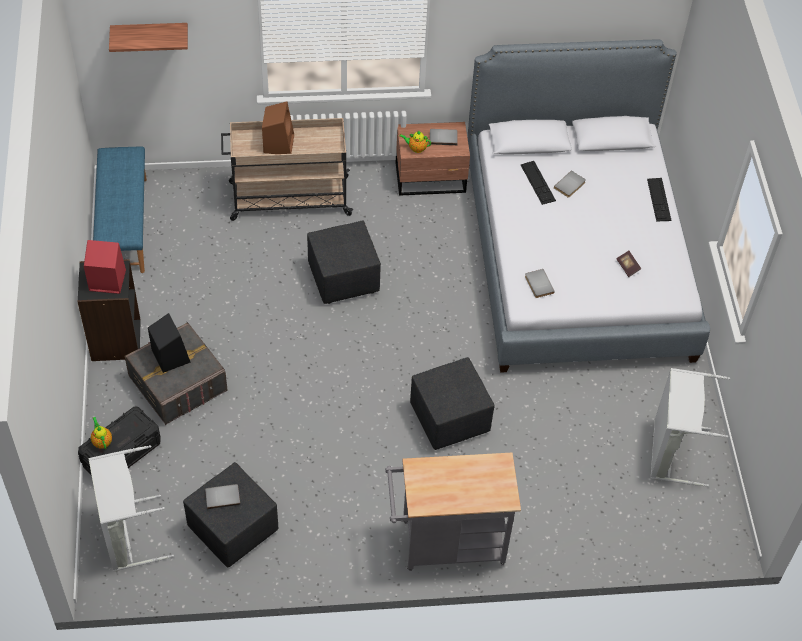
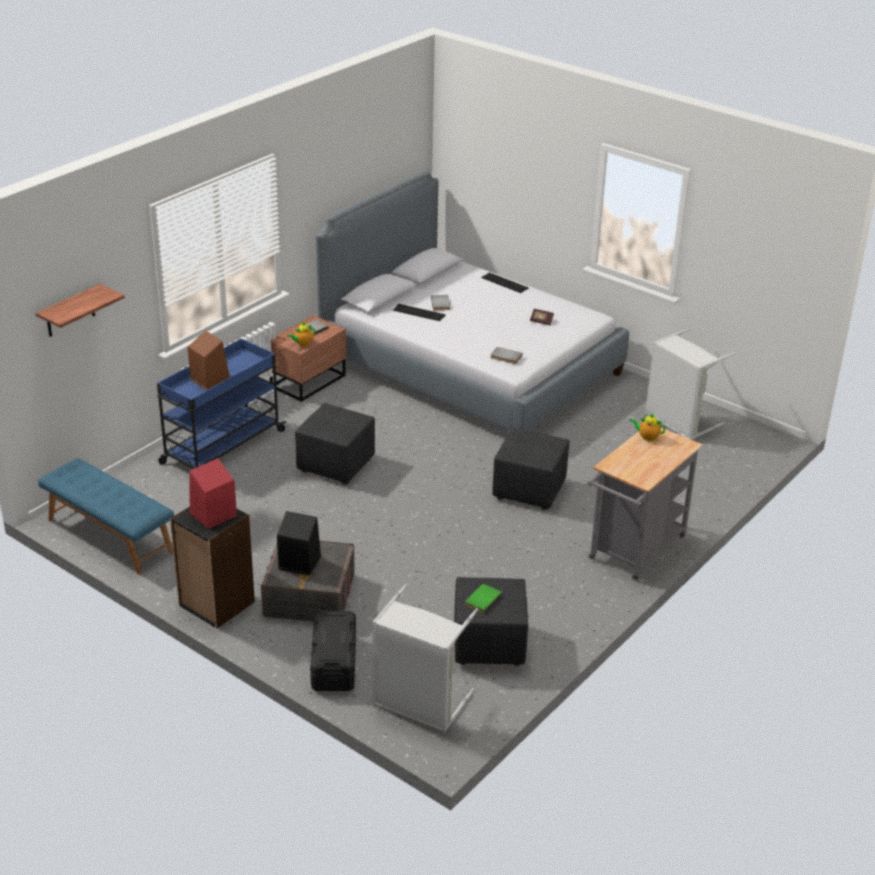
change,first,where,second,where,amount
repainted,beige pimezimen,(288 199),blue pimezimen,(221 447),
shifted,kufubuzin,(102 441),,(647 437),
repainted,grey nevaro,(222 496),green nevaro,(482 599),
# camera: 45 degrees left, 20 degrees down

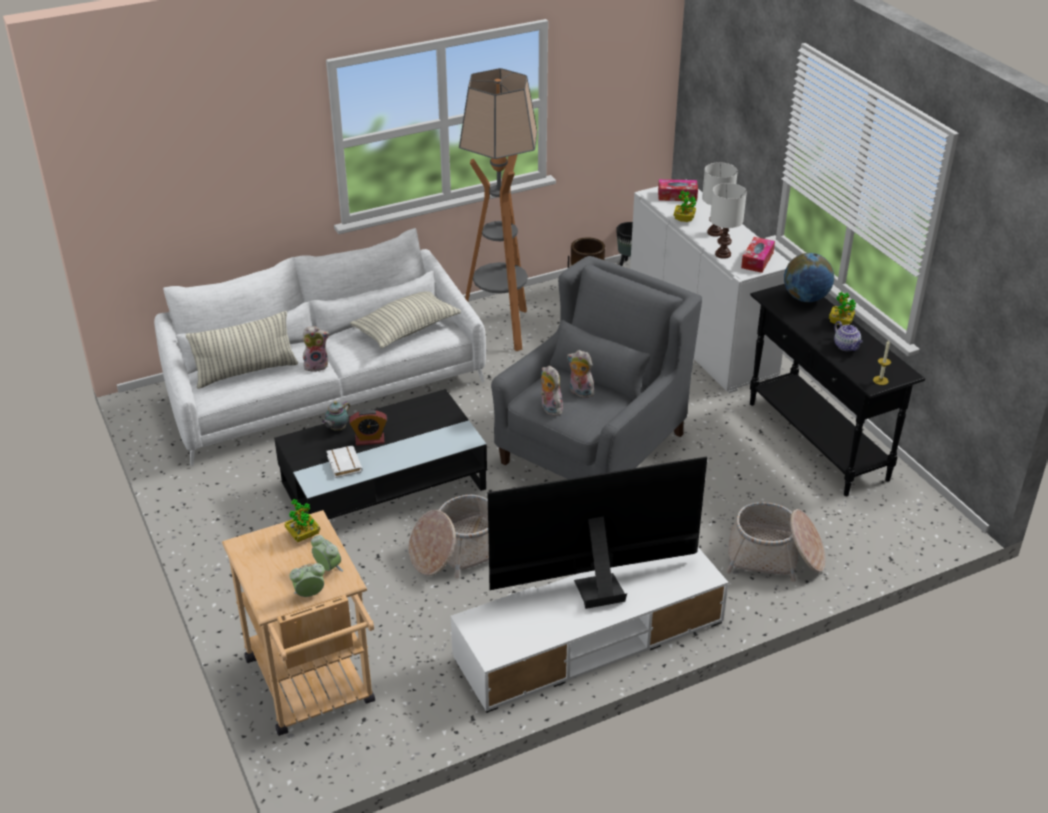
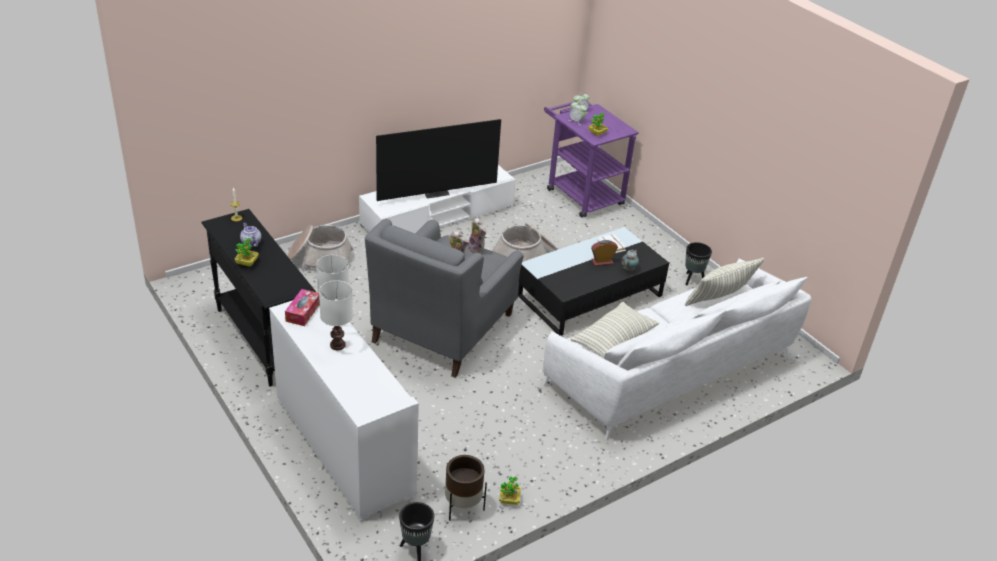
change,first,where,second,where,amount
gone,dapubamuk,(500 329),,,
gone,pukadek,(677 196),,,
shifted,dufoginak,(684 219),,(509 500),
gone,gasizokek,(805 298),,,
gone,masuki,(316 365),,,
repainted,beige pimezimen,(314 689),purple pimezimen,(580 193),
new,,,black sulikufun,(692 280),
# camera: 170 degrees right, 0 degrees up

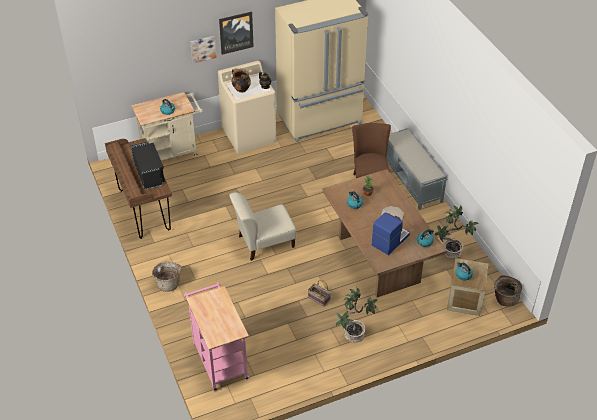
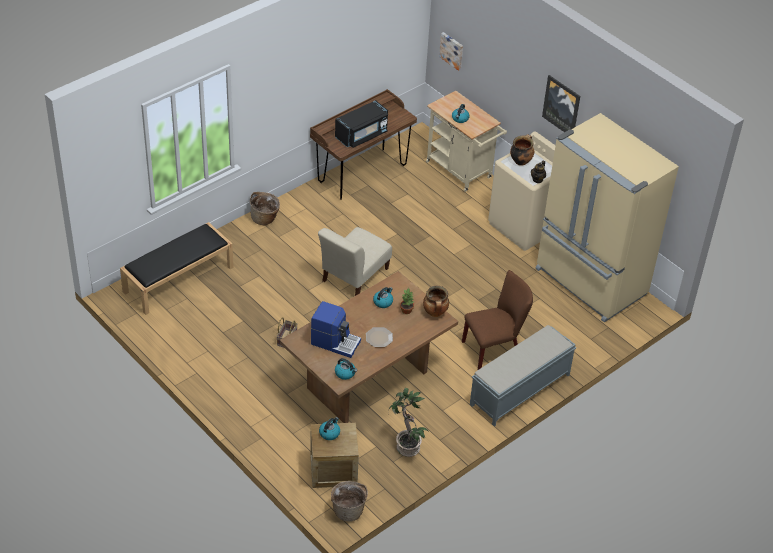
change,first,where,second,where,amount
shifted,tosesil,(203 48),,(452 50),
rotated,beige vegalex,(264 242),,(353 277),105 degrees counterclockwise
swapped,pink pimezimen,(219 359),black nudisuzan,(179 279),
gone,dufoginak,(354 335),,,
new,,,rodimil,(435 313),
# camera: 70 degrees right, 0 degrees up

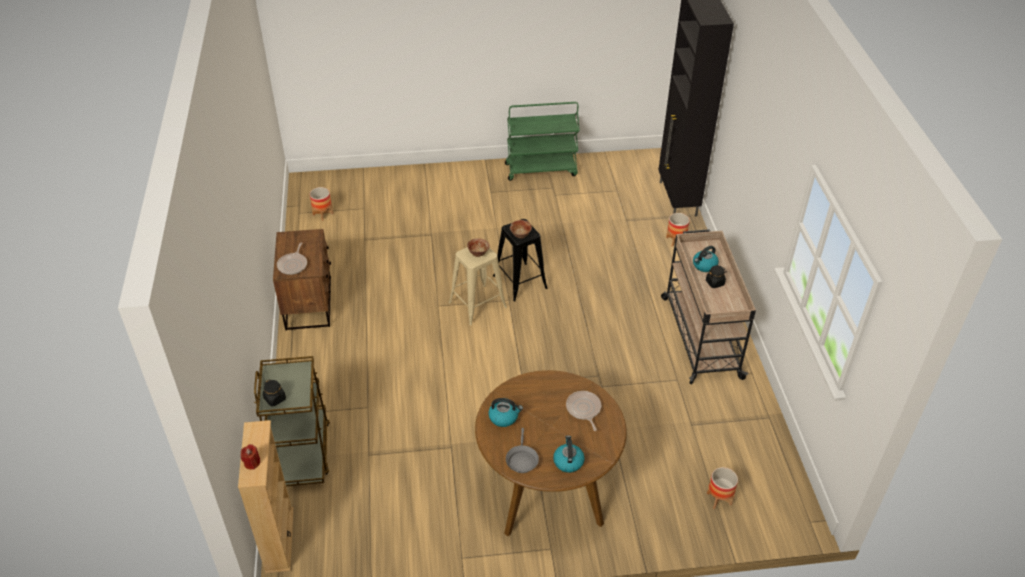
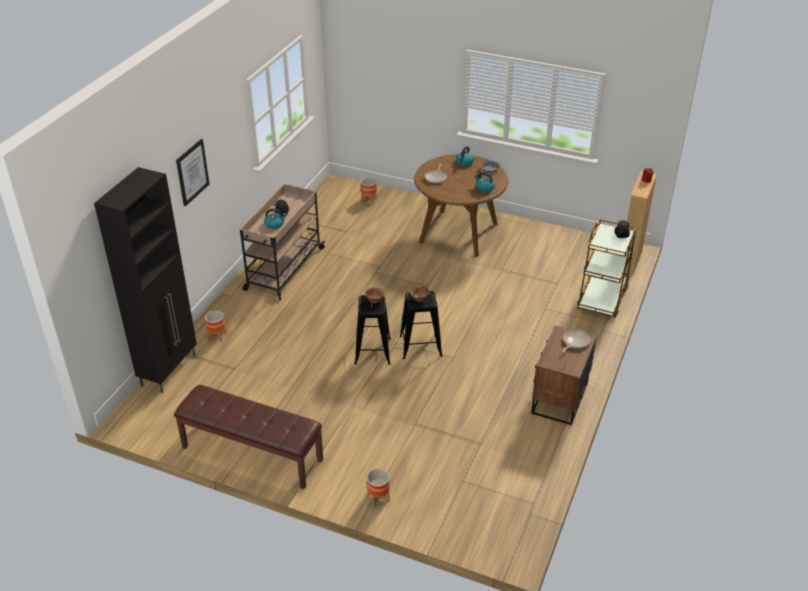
change,first,where,second,where,amount
swapped,green pimezimen,(541 169),brown nudisuzan,(251 454),
shifted,sulikufun,(323 214),,(378 498),
repainted,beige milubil,(477 305),black milubil,(420 346),
new,,,tosesil,(192 172),
# camera: 150 degrees left, 5 degrees down

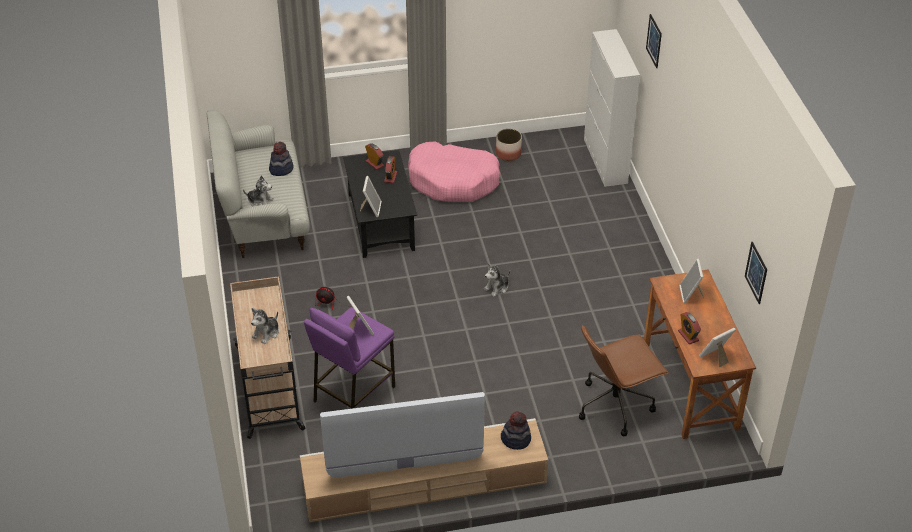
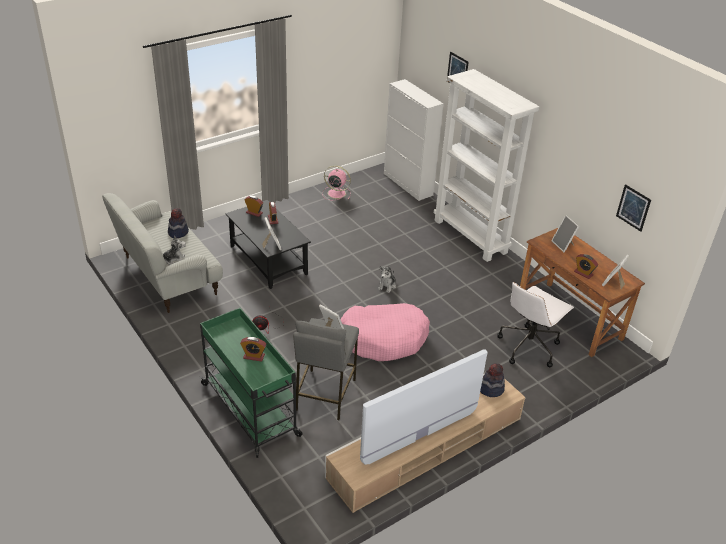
change,first,where,second,where,amount
swapped,sulikufun,(508 154),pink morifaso,(335 193),
shifted,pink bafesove,(453 181),,(384 338),
repainted,beige pimezimen,(269 388),green pimezimen,(251 410),
repainted,purple milubil,(353 393),grey milubil,(324 394),
swapped,masuki,(266 333),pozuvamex,(254 356),
repainted,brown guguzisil,(616 405),white guguzisil,(528 346),
new,,,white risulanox,(471 236),
# camera: 25 degrees left, 5 degrees down

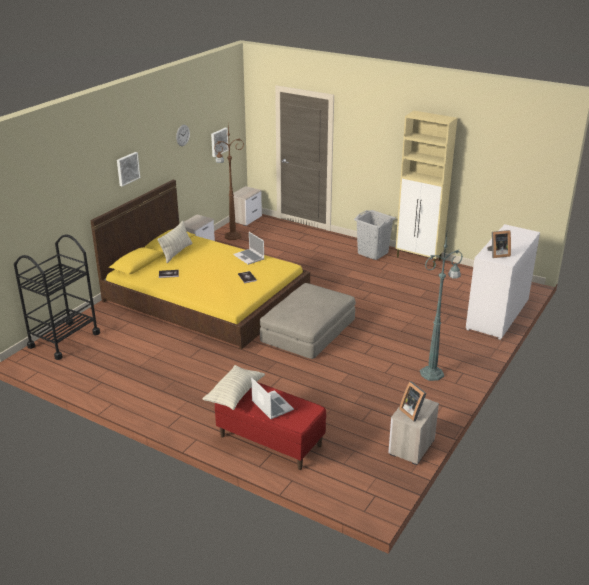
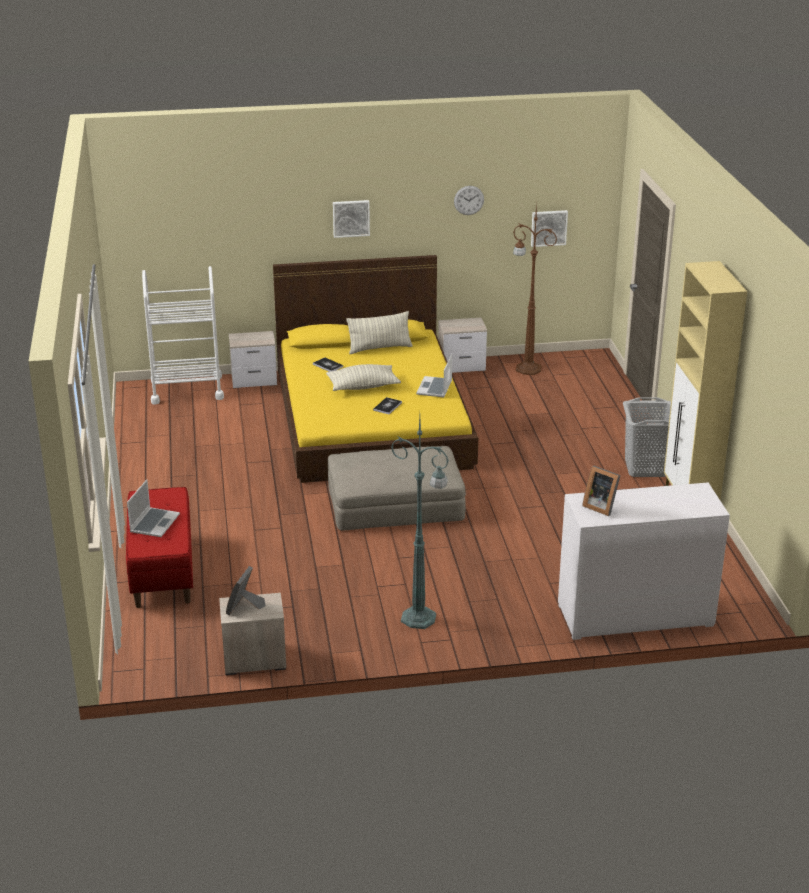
change,first,where,second,where,amount
shifted,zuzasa,(246 219),,(255 380),
repainted,black pimezimen,(64 340),white pimezimen,(187 389),
shifted,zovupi,(234 394),,(363 386),
# camera: 50 degrees right, 0 degrees up

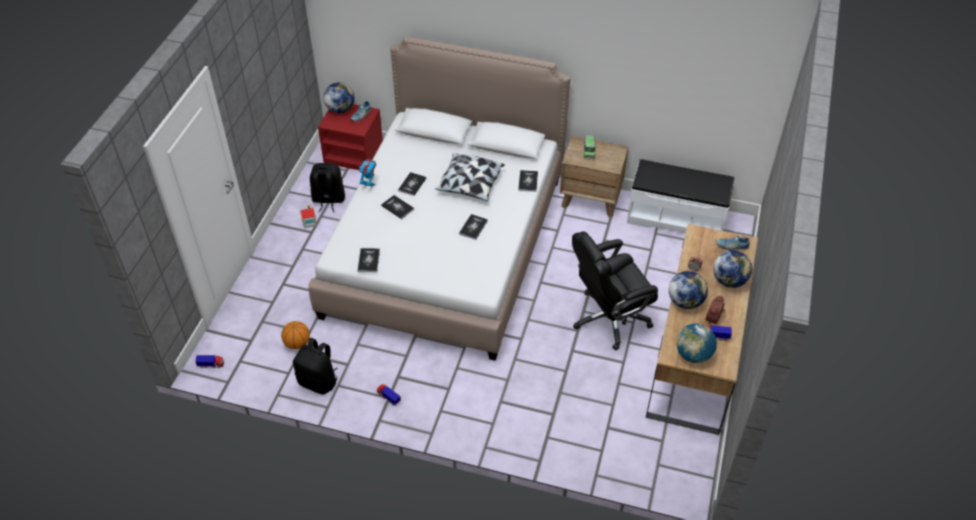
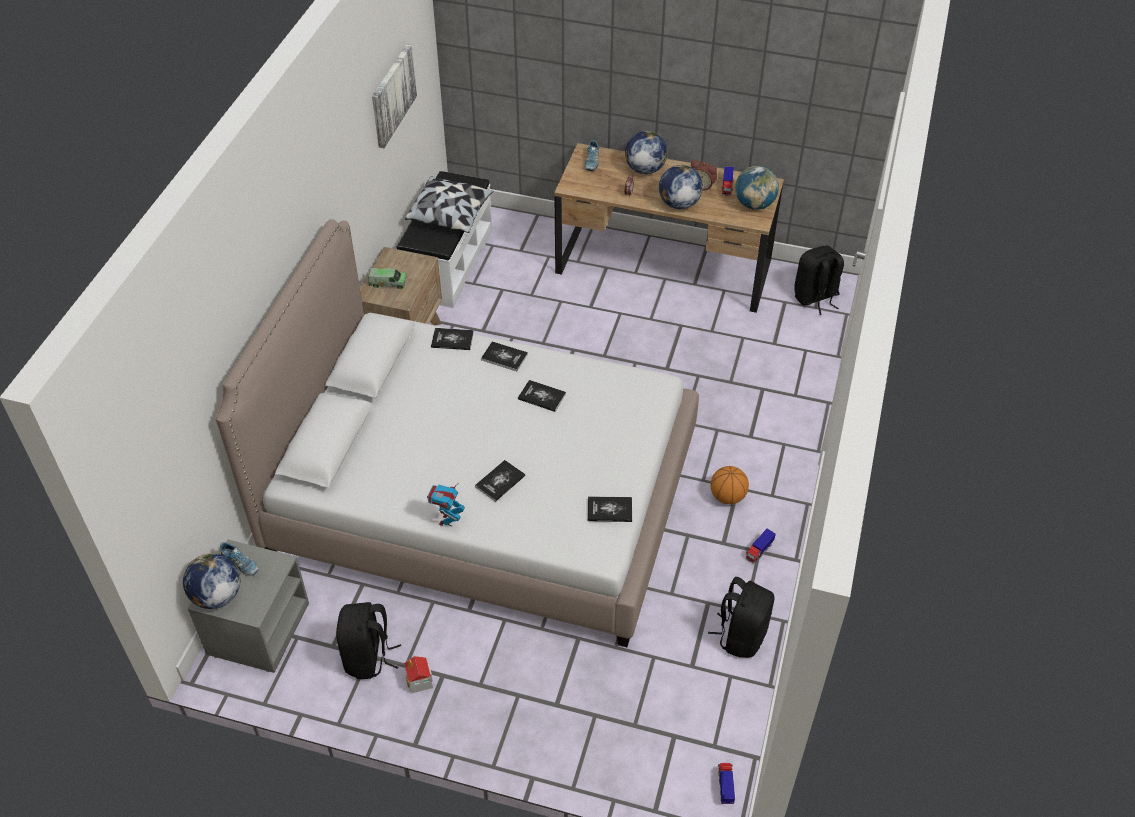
change,first,where,second,where,amount
repainted,red zuzasa,(354 154),grey zuzasa,(258 628),
shifted,zovupi,(470 184),,(450 215),
shifted,nevaro,(412 184),,(504 357),
gone,black guguzisil,(609 318),,,
shifted,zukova,(297 343),,(727 496),
new,,,tosesil,(392 95),
new,,,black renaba,(815 297),
# camera: 90 degrees left, 0 degrees up

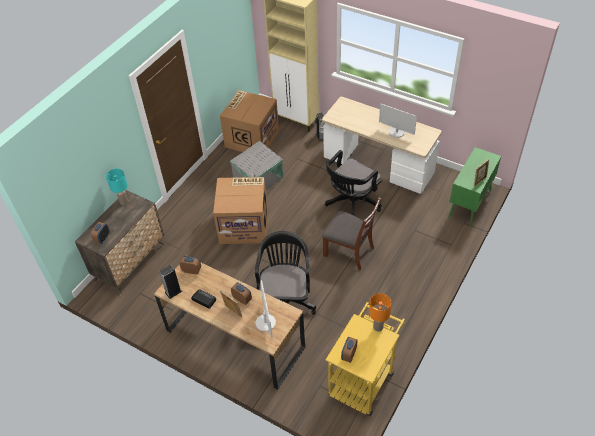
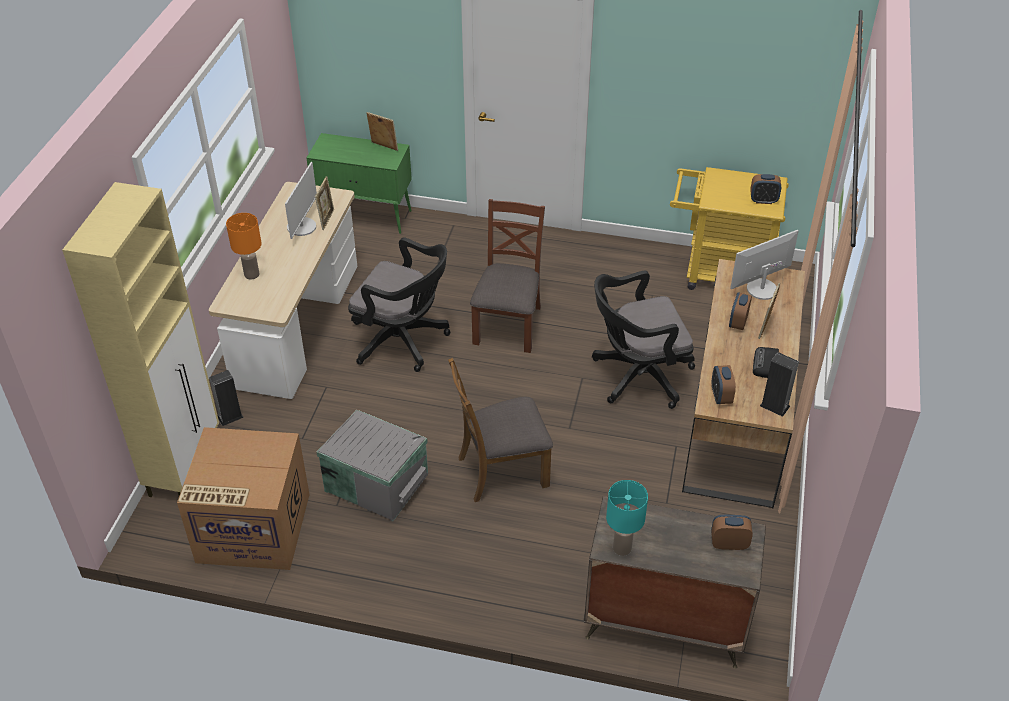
change,first,where,second,where,amount
swapped,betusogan,(244 225),brown vegalex,(501 471),
shifted,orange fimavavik,(378 327),,(251 274),
new,,,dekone,(327 219),
# camera: 110 degrees left, 5 degrees down

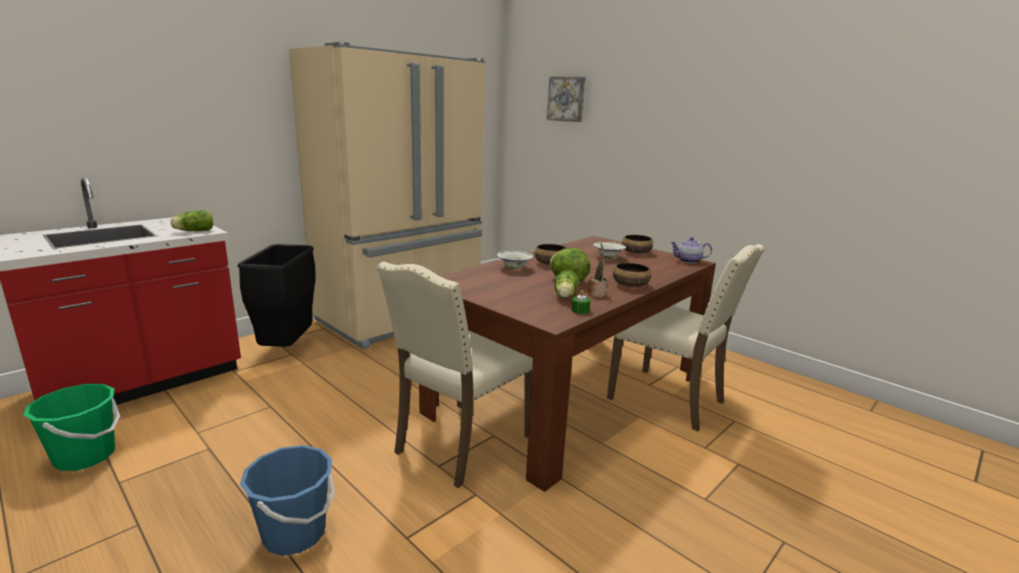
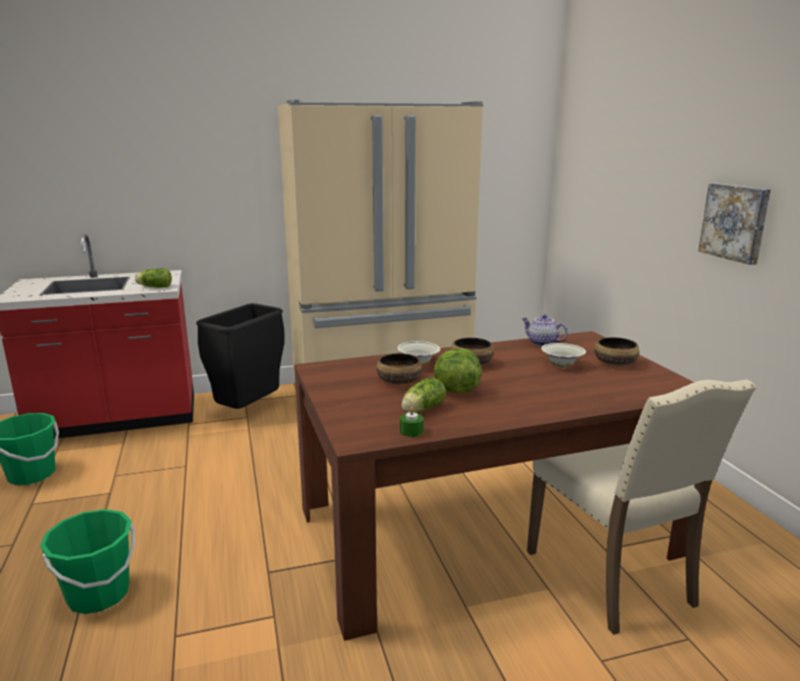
change,first,where,second,where,amount
shifted,tosesil,(567 99),,(735 222),
shifted,kufubuzin,(688 261),,(542 343),
gone,dufoginak,(596 293),,,
gone,beige vegalex,(460 444),,,
shifted,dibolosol,(630 285),,(398 381),
repainted,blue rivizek,(295 533),green rivizek,(98 594),
# camera: 30 degrees right, 0 degrees up

